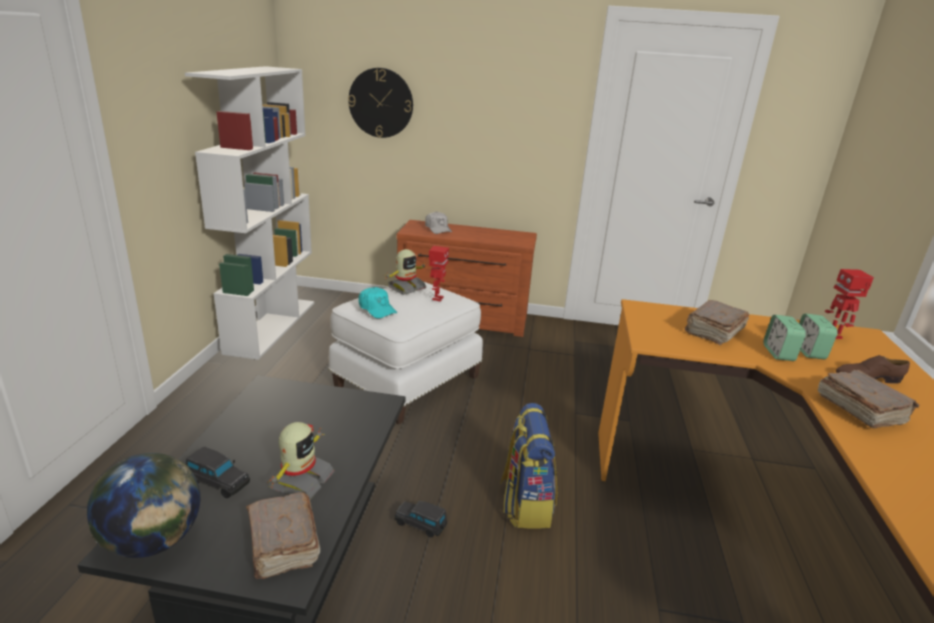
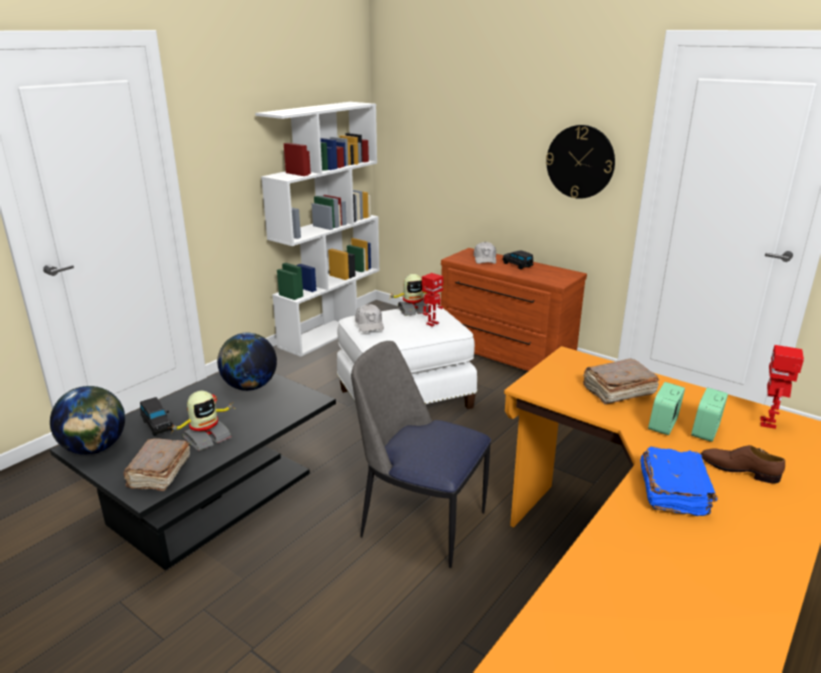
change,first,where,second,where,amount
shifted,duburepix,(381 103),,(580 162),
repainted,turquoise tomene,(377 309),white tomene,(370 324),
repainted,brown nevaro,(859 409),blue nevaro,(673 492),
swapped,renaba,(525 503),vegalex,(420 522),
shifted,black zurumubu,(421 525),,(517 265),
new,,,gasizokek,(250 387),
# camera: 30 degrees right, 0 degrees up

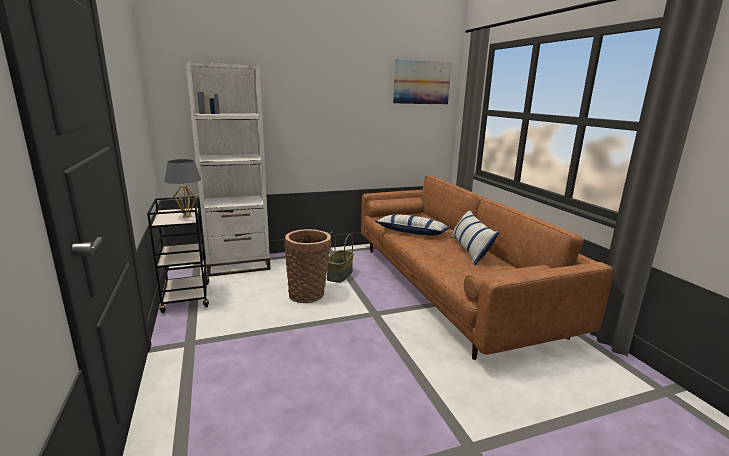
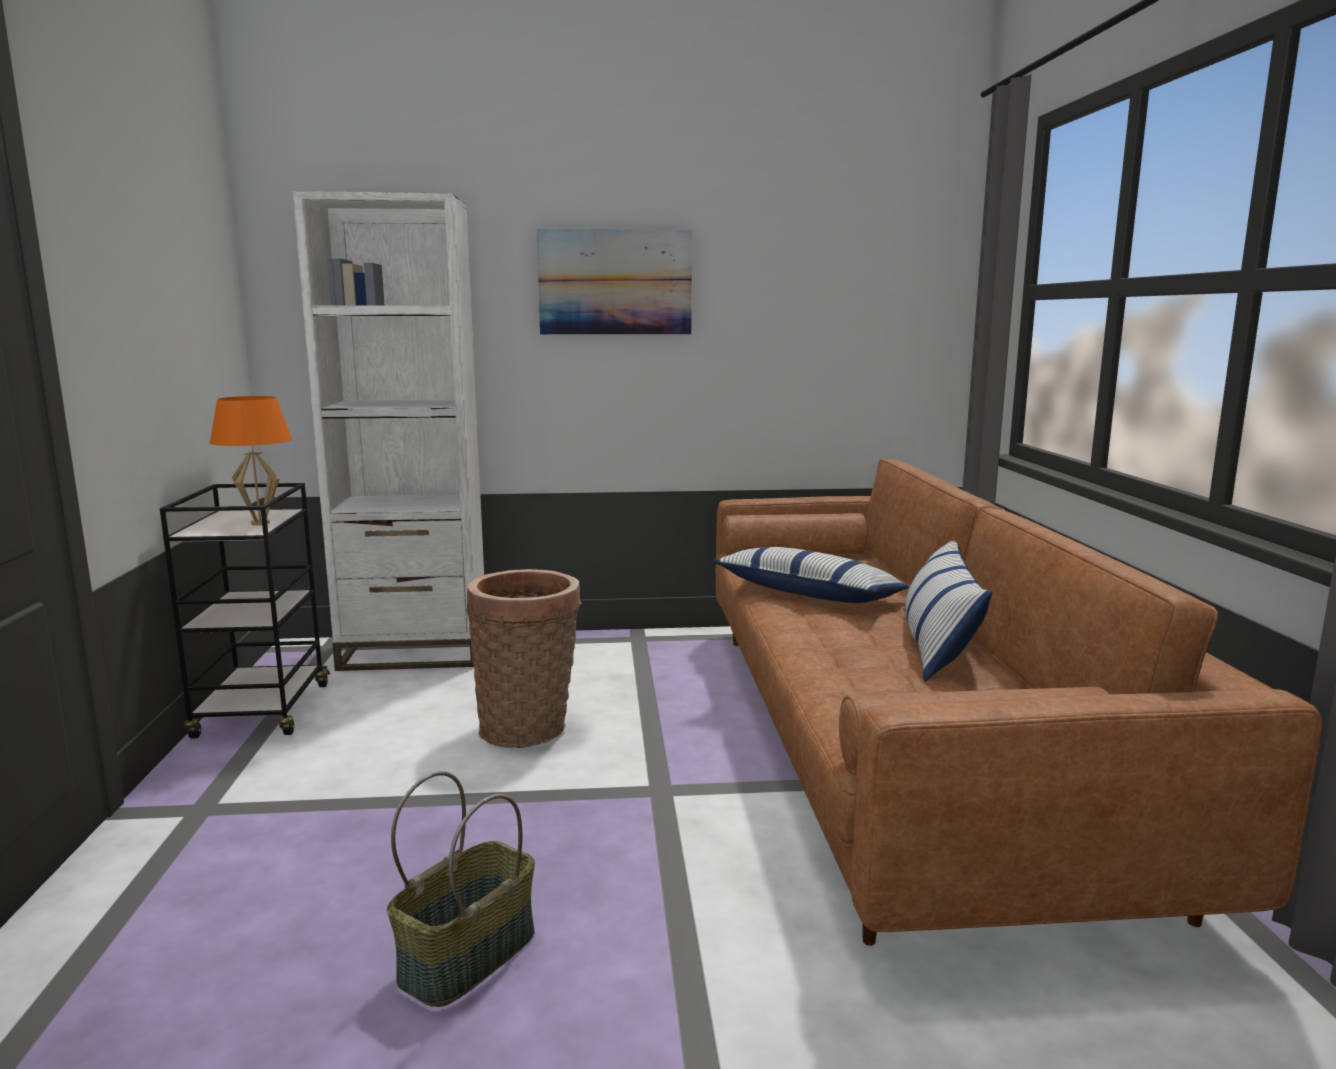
change,first,where,second,where,amount
shifted,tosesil,(422 82),,(615 282),
repainted,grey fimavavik,(187 216),orange fimavavik,(260 523),
shifted,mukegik,(339 275),,(467 955),
# camera: 15 degrees right, 5 degrees down

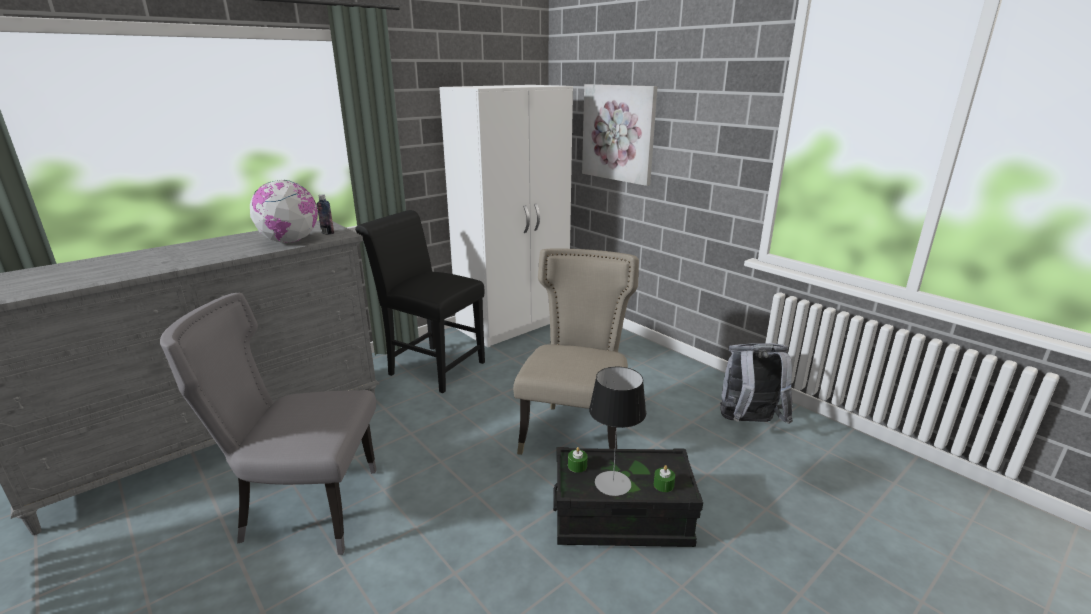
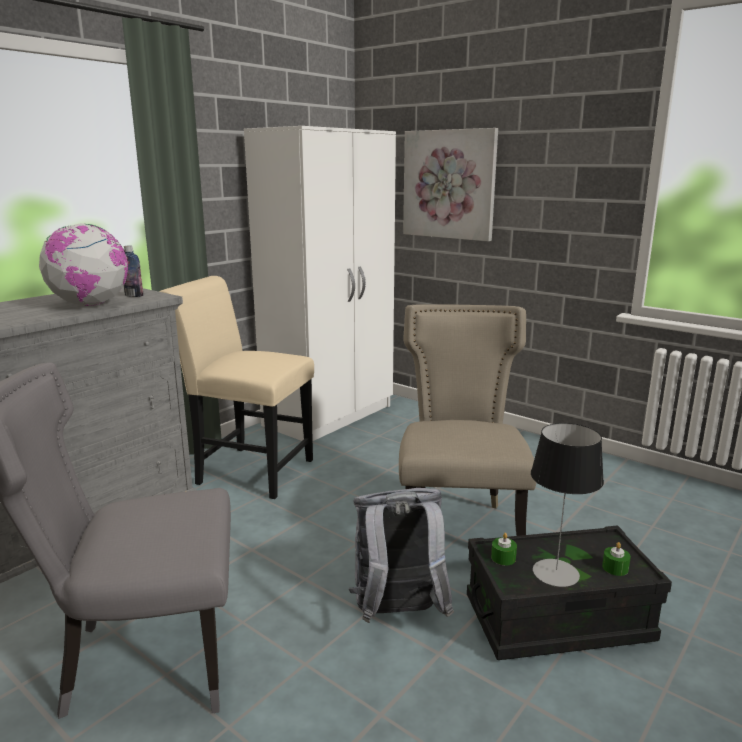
change,first,where,second,where,amount
repainted,black vegalex,(431 367),beige vegalex,(247 470),
shifted,grey renaba,(748 423),,(398 614),
# camera: 10 degrees left, 5 degrees down

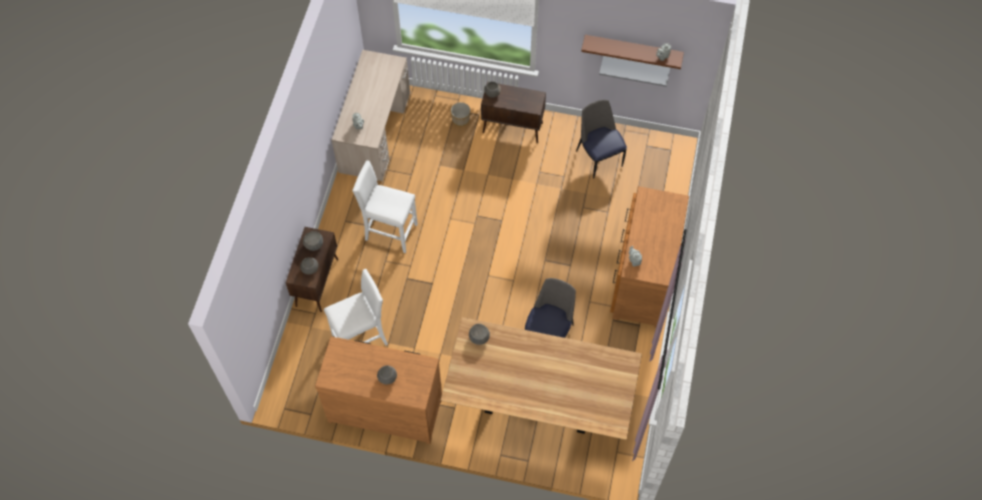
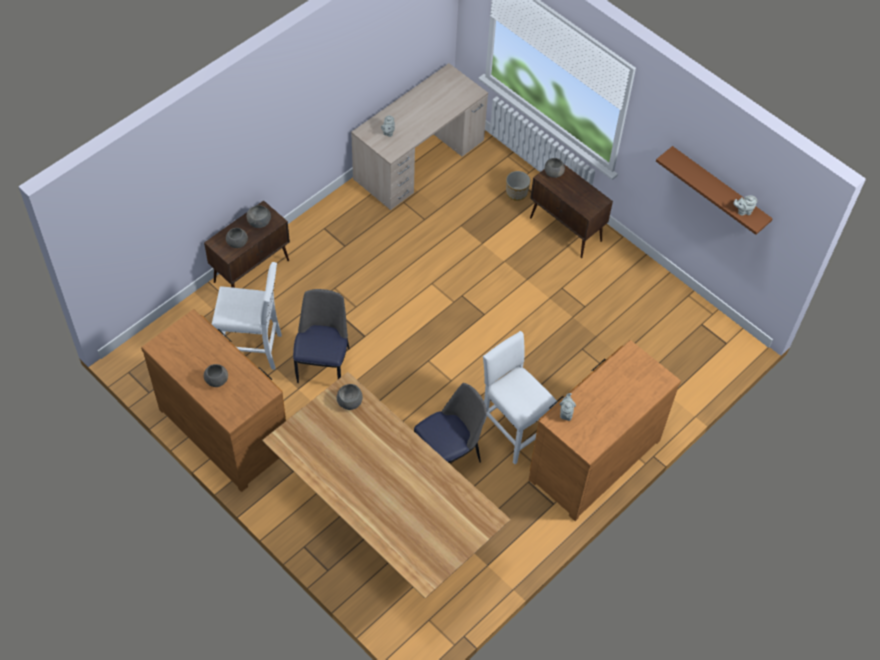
change,first,where,second,where,amount
gone,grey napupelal,(635 67),,,
shifted,vegalex,(598 157),,(323 363),
shifted,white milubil,(390 232),,(512 430),
# camera: 30 degrees right, 5 degrees down

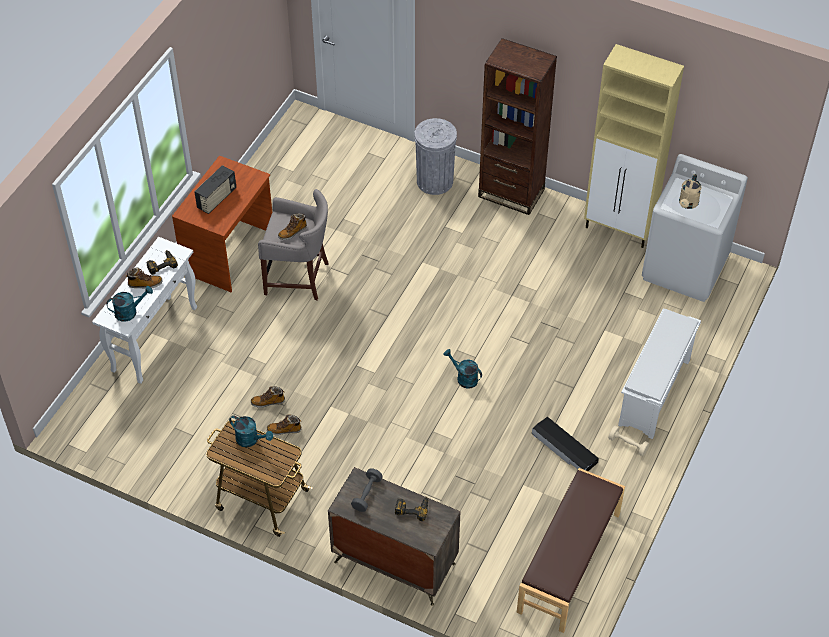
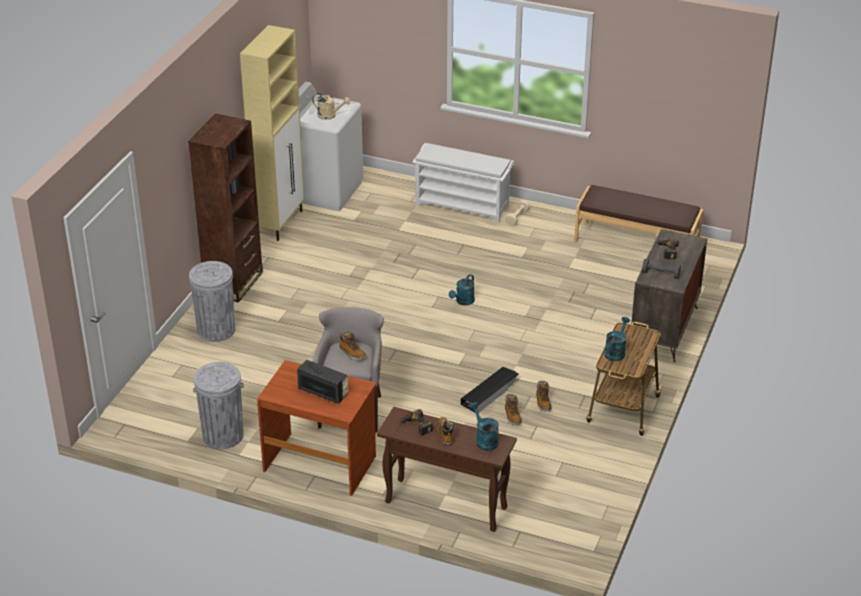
change,first,where,second,where,amount
repainted,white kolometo,(155 338),brown kolometo,(445 505),
shifted,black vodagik,(564 448),,(490 393),
new,,,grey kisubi,(223 435),
# camera: 95 degrees left, 15 degrees down

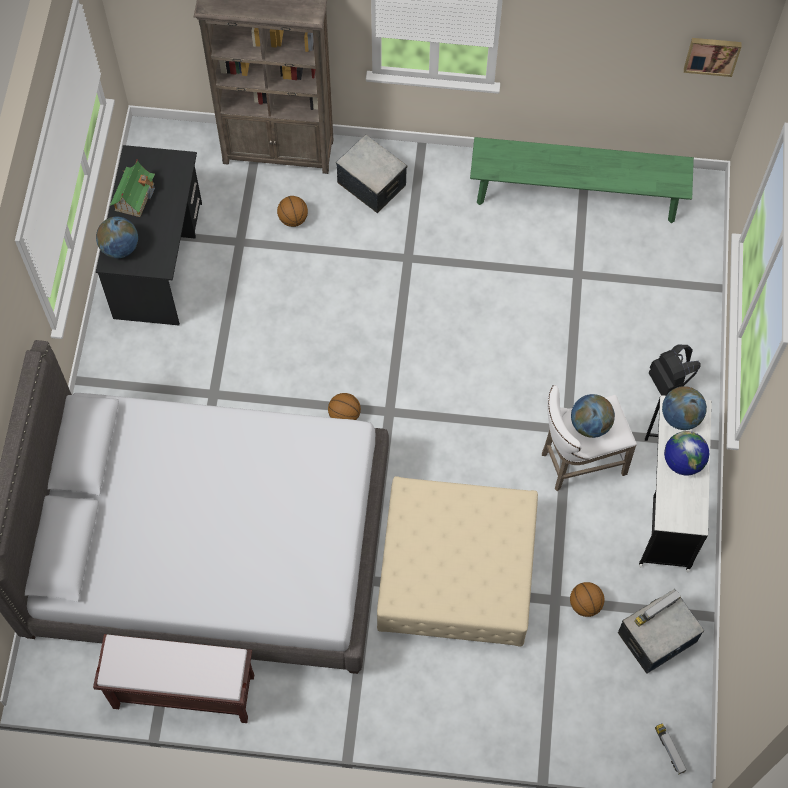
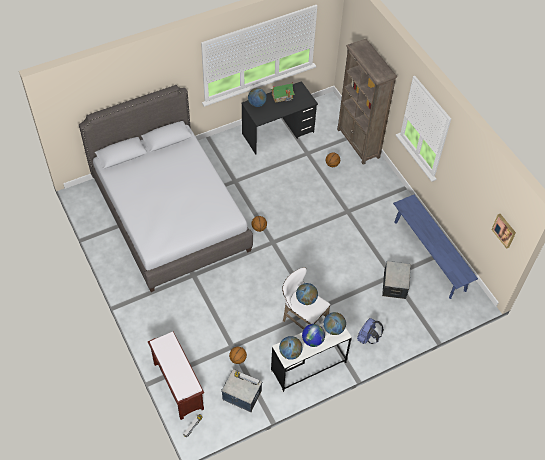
change,first,where,second,where,amount
shifted,vodagik,(372 184),,(395 285),
repainted,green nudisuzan,(576 197),blue nudisuzan,(429 255),
repainted,black renaba,(669 383),blue renaba,(367 338),
gone,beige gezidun,(455 570),,,
shifted,brown nudisuzan,(182 692),,(177 385),
new,,,gasizokek,(290 353),
# camera: 55 degrees right, 10 degrees down

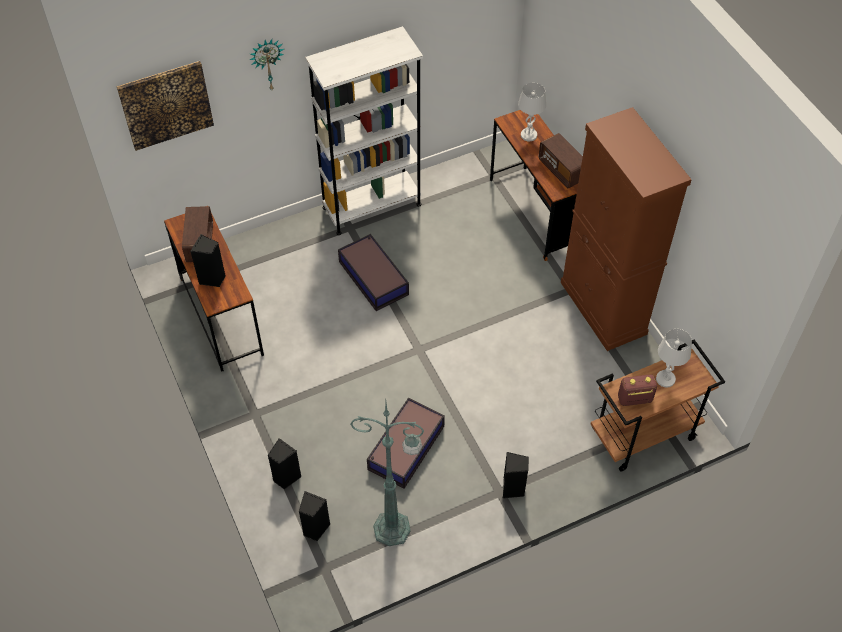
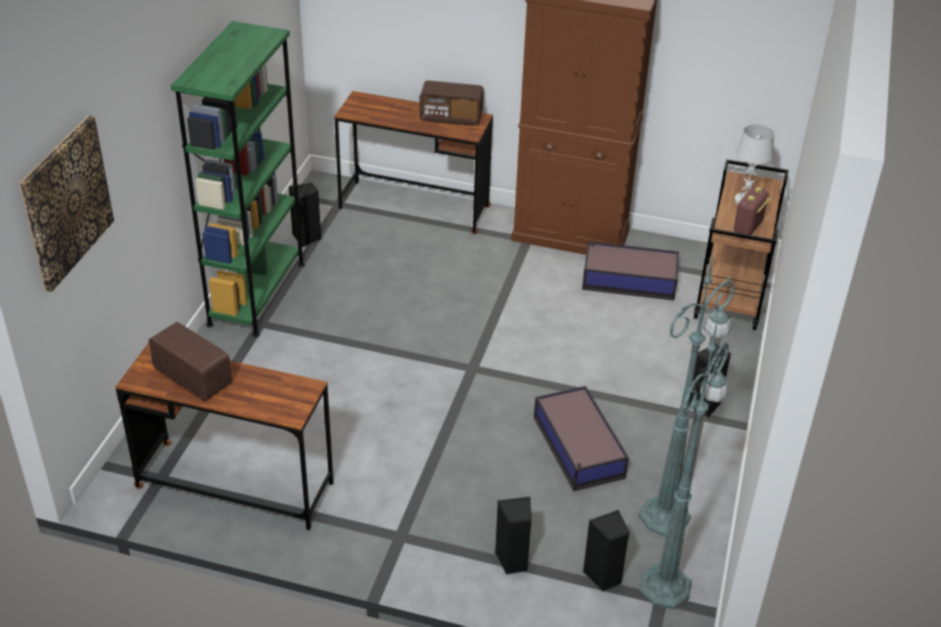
change,first,where,second,where,amount
repainted,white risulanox,(372 206),green risulanox,(257 294),
gone,duburepix,(267 64),,,
gone,white fimavavik,(528 135),,,
shifted,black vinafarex,(212 279),,(307 238),
shifted,vodagik,(373 277),,(628 280),
new,,,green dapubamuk,(666 585),
# camera: 50 degrees left, 15 degrees down

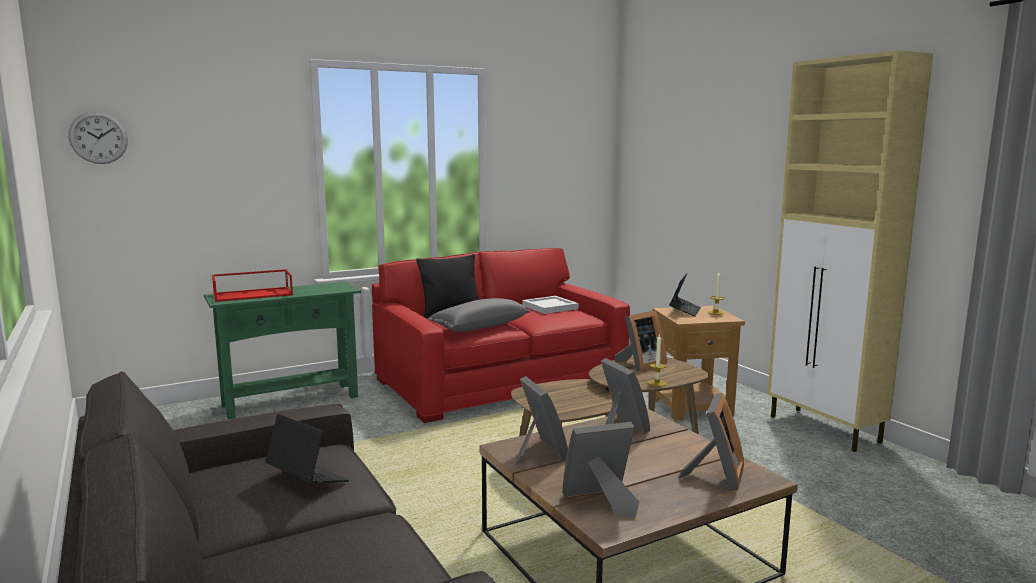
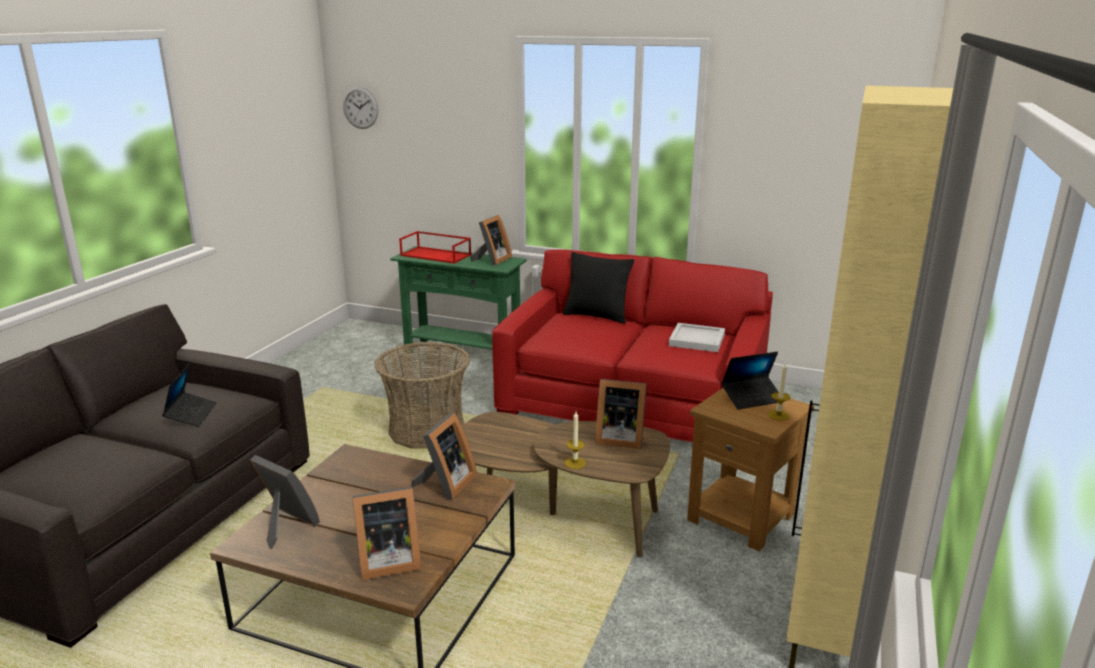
change,first,where,second,where,amount
gone,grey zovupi,(479 327),,,
shifted,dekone,(538 453),,(492 260),
new,,,mukegik,(427 431),
# camera: 50 degrees right, 10 degrees up

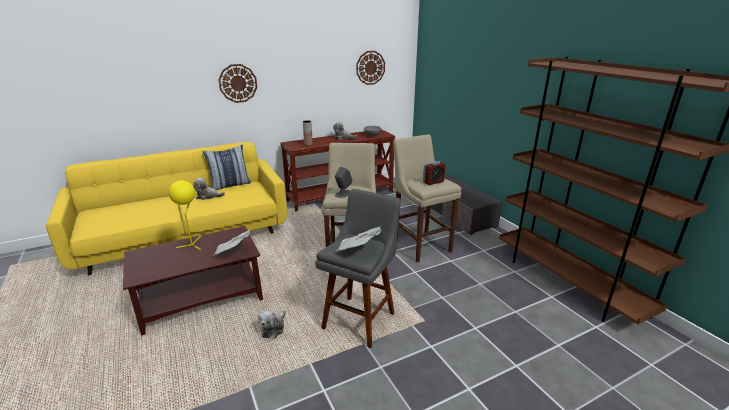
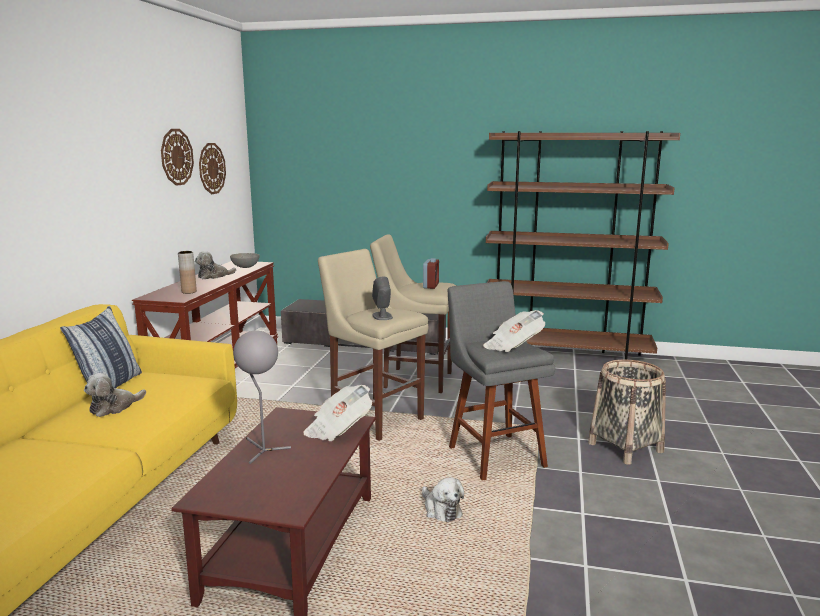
change,first,where,second,where,amount
shifted,duburepix,(238 83),,(176 157),
repainted,yellow fimavavik,(193 244),grey fimavavik,(261 449),
new,,,mukegik,(625 447),
# camera: 50 degrees left, 10 degrees down

